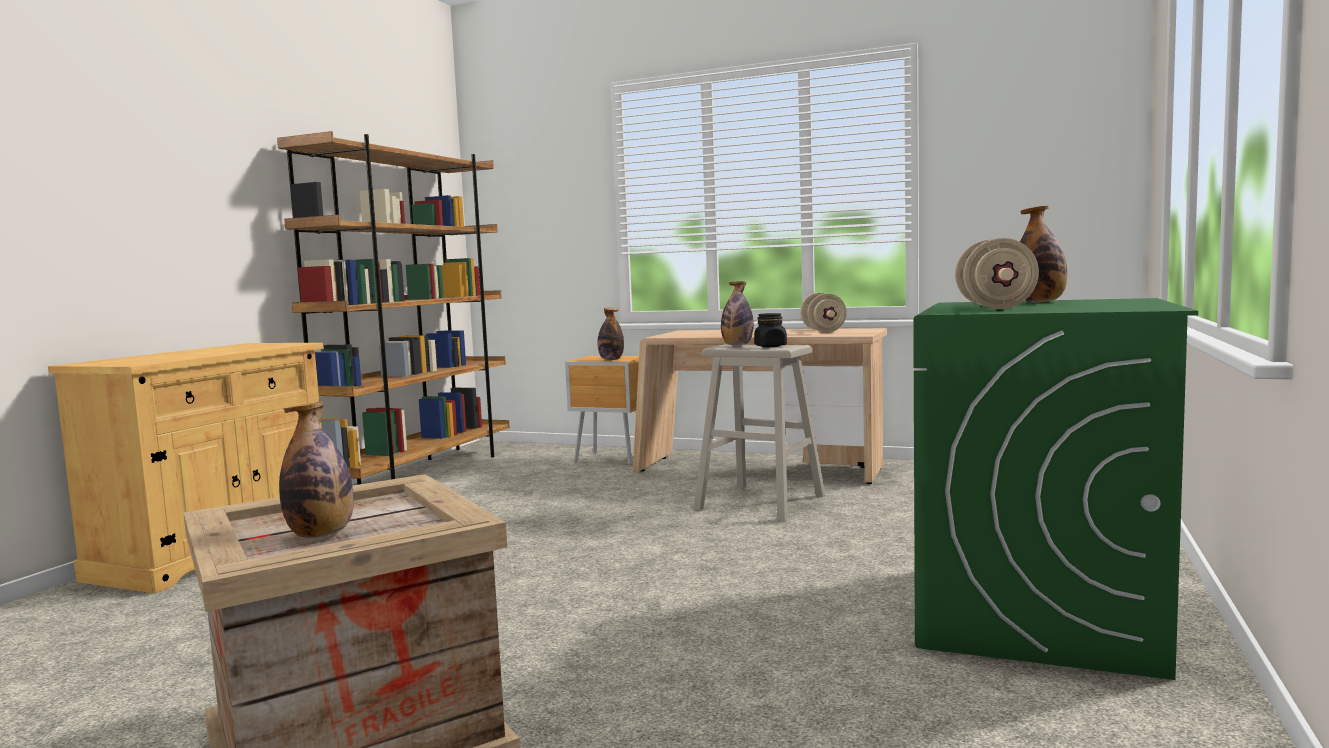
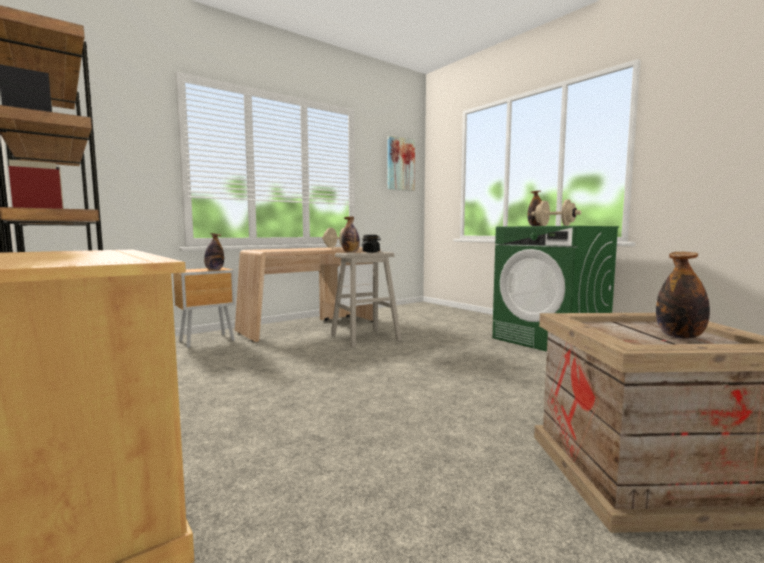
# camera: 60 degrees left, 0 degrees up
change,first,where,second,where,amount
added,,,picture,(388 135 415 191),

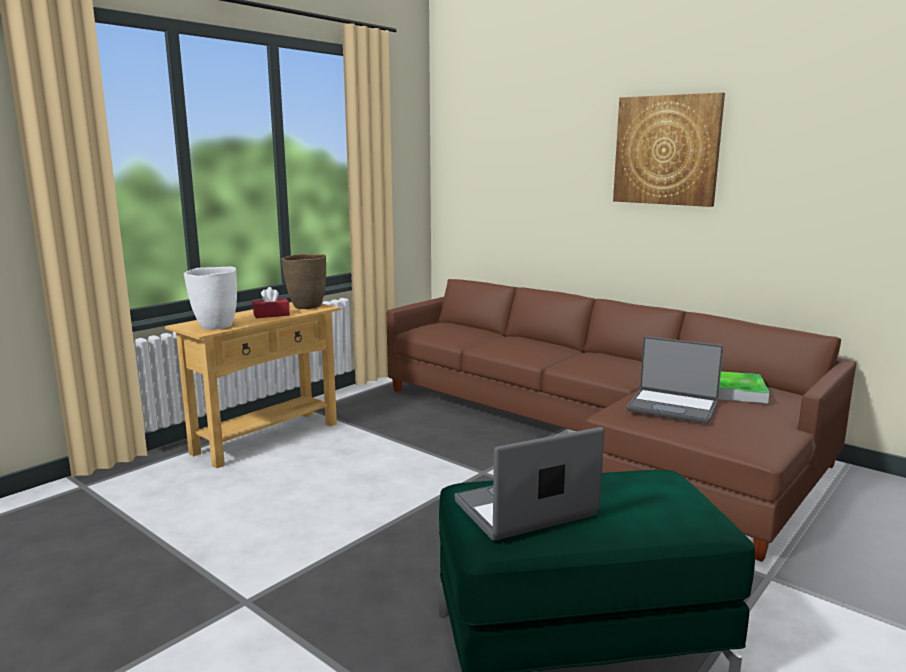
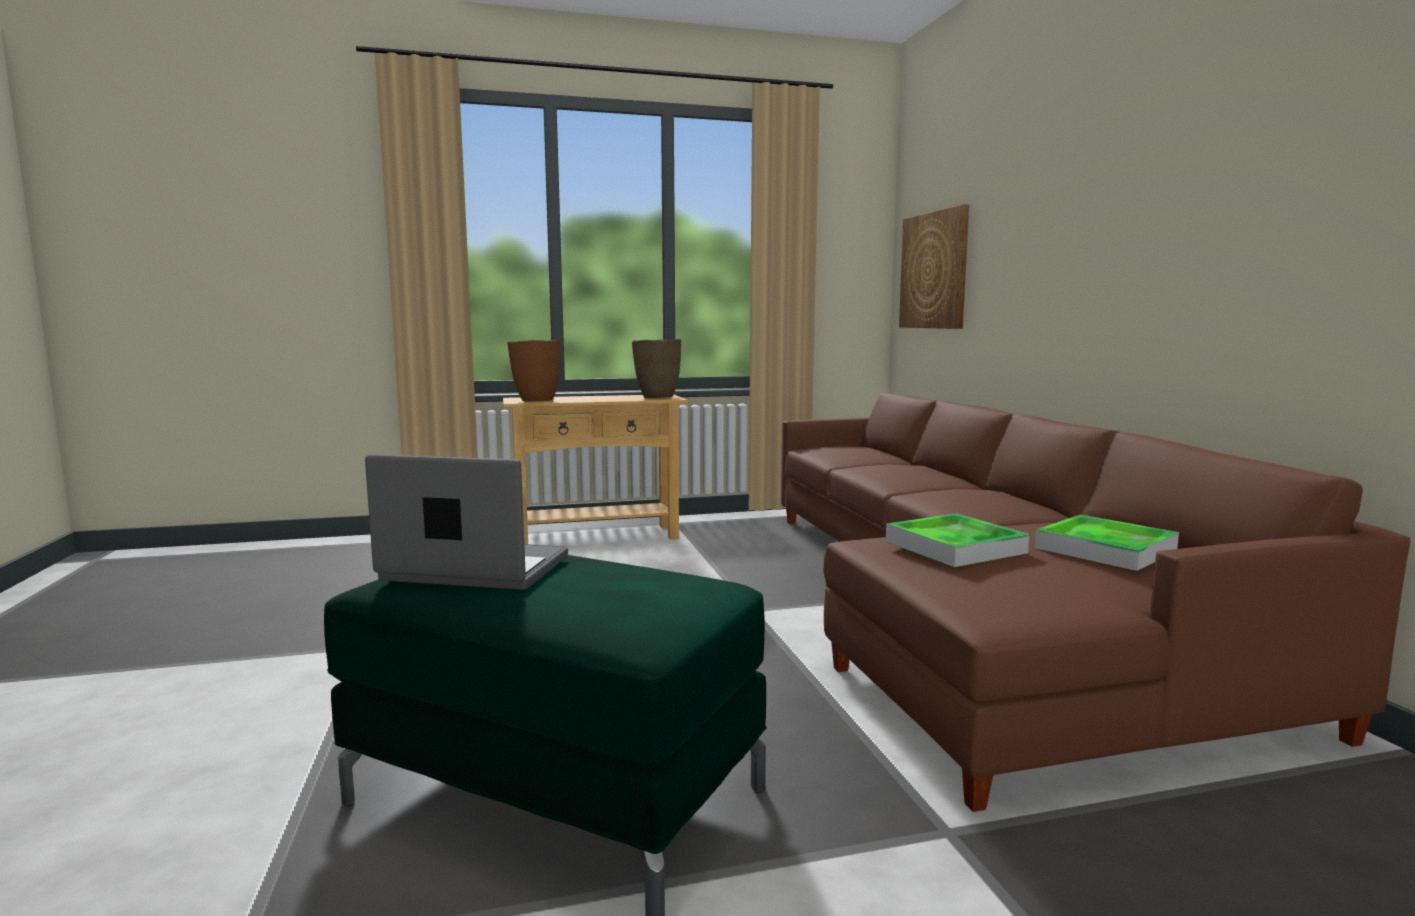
# camera: 35 degrees right, 5 degrees down
change,first,where,second,where,amount
moved,picture,(613 92 725 207),,(899 204 969 329),
recoloured,white vase,(184 267 237 330),brown-coloured vase,(507 339 560 402),
removed,reddish tissue holder,(253 287 290 318),,,
replaced,portable computer,(627 336 723 424),tray,(886 513 1029 567),

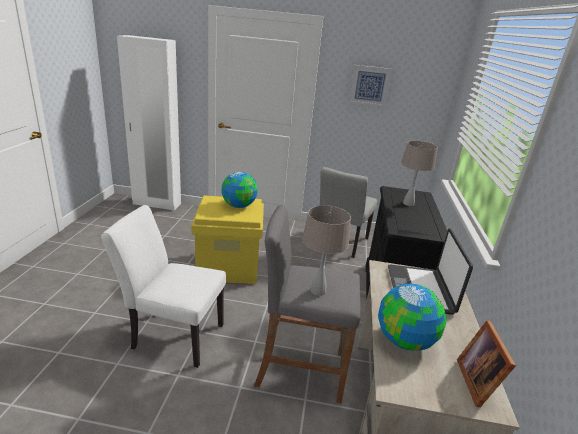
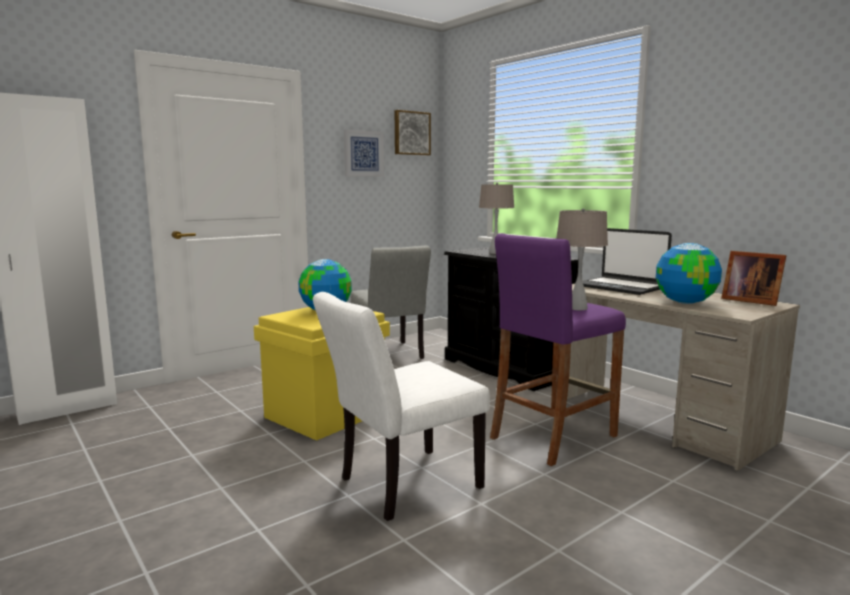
# camera: 45 degrees left, 15 degrees down
change,first,where,second,where,amount
recoloured,greyish stool seat,(254 205 361 403),purple-coloured stool seat,(490 233 626 466),
added,,,picture,(395 110 431 155),

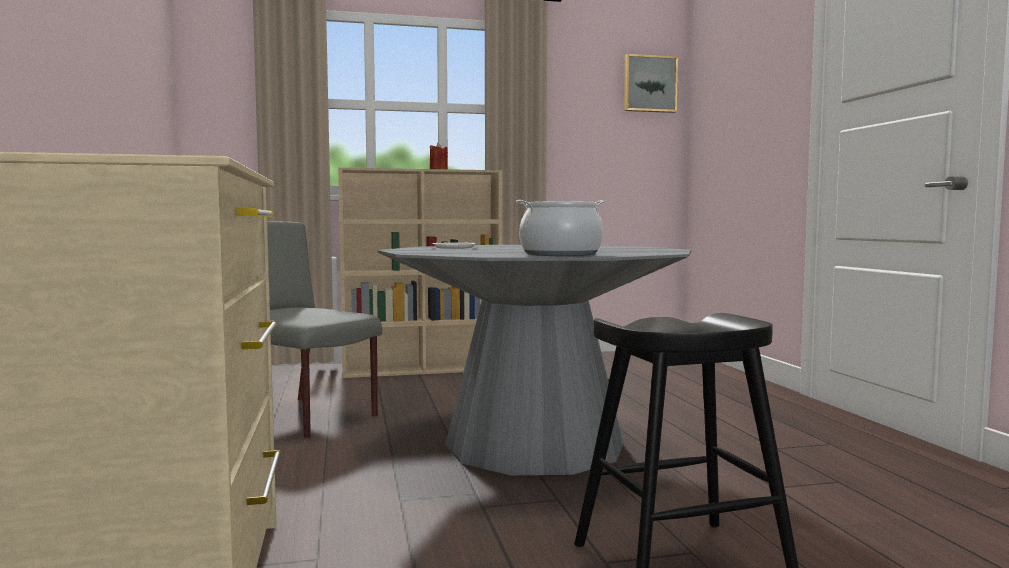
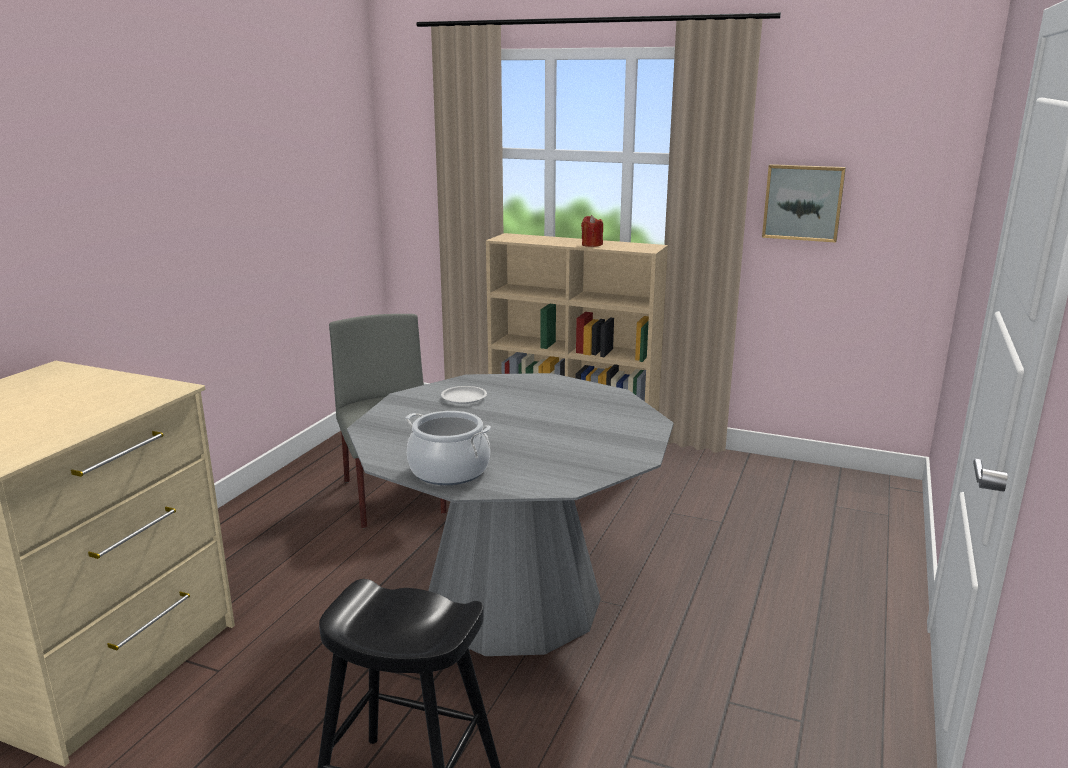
# camera: 35 degrees right, 15 degrees up
change,first,where,second,where,amount
moved,picture,(624 54 678 113),,(762 164 846 243),

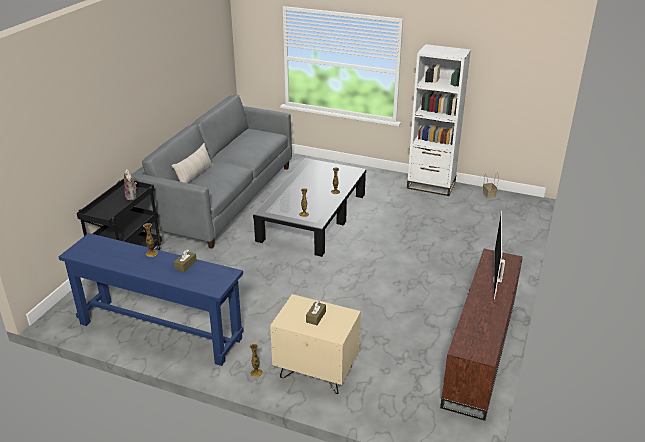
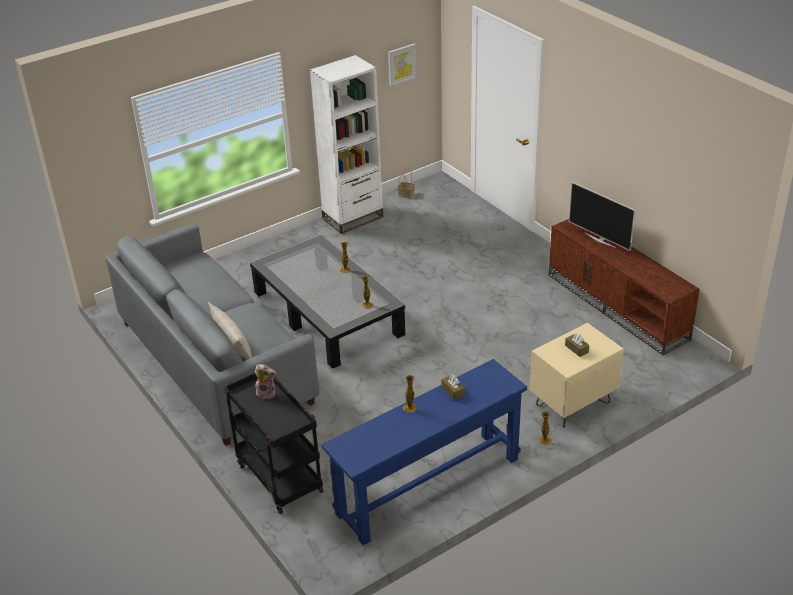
# camera: 55 degrees left, 5 degrees up
change,first,where,second,where,amount
added,,,picture,(388 43 417 87),

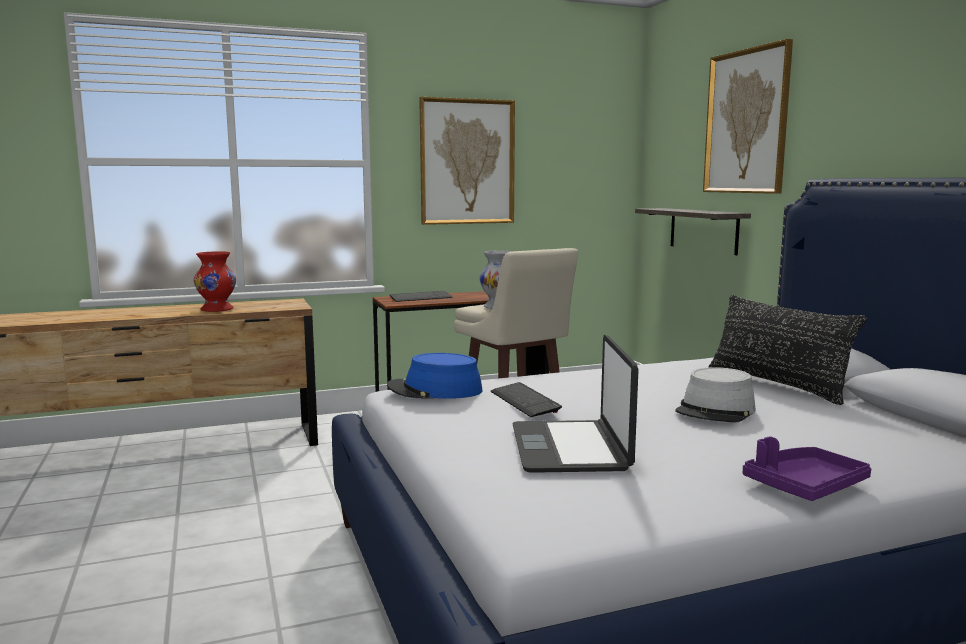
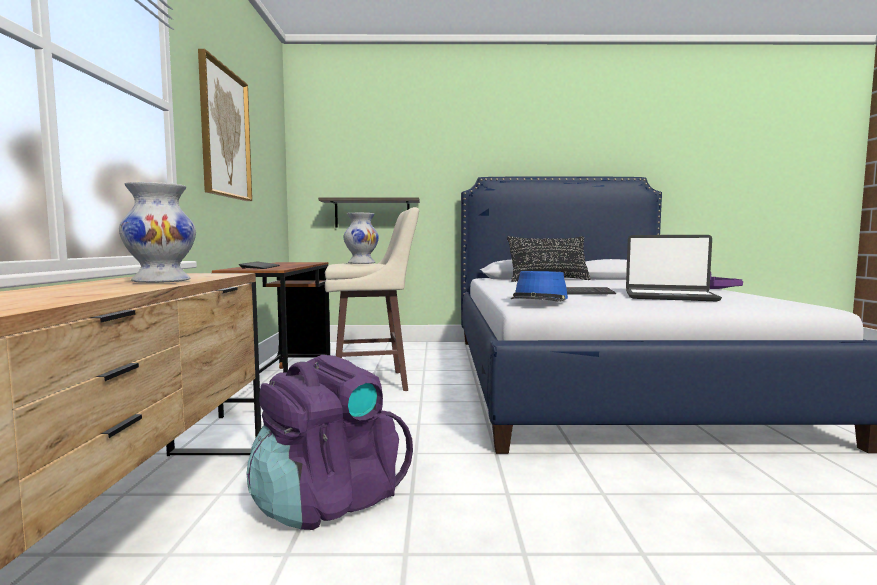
# camera: 70 degrees left, 5 degrees down
change,first,where,second,where,amount
removed,picture,(703 39 793 194),,,
recoloured,reddish vase,(194 251 236 312),white vase,(119 182 196 283),
removed,greyish clothing hat,(675 367 756 422),,,
added,,,purple-coloured knapsack,(247 355 413 530),

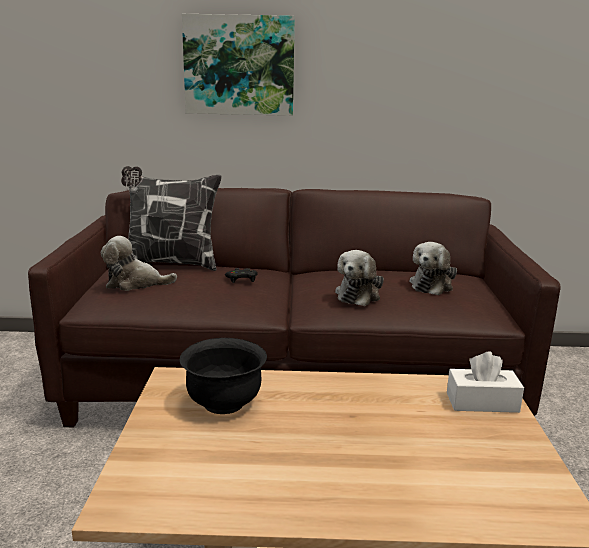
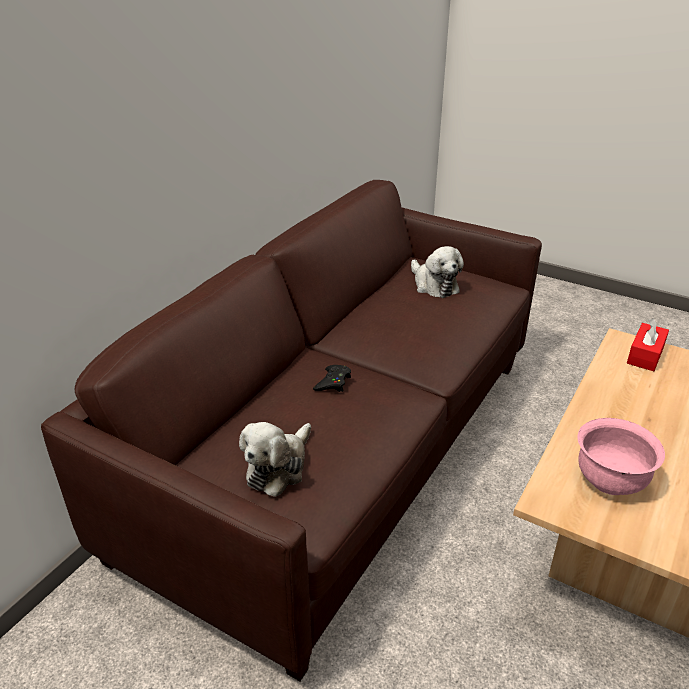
# camera: 60 degrees left, 15 degrees up
change,first,where,second,where,amount
removed,picture,(182 14 295 116),,,
removed,throw pillow,(121 166 222 271),,,
removed,plush toy,(335 250 384 306),,,
recoloured,black-coloured deep dish,(180 338 267 414),pink deep dish,(578 418 665 495),
recoloured,white tissue holder,(447 351 524 413),reddish tissue holder,(627 318 669 371),

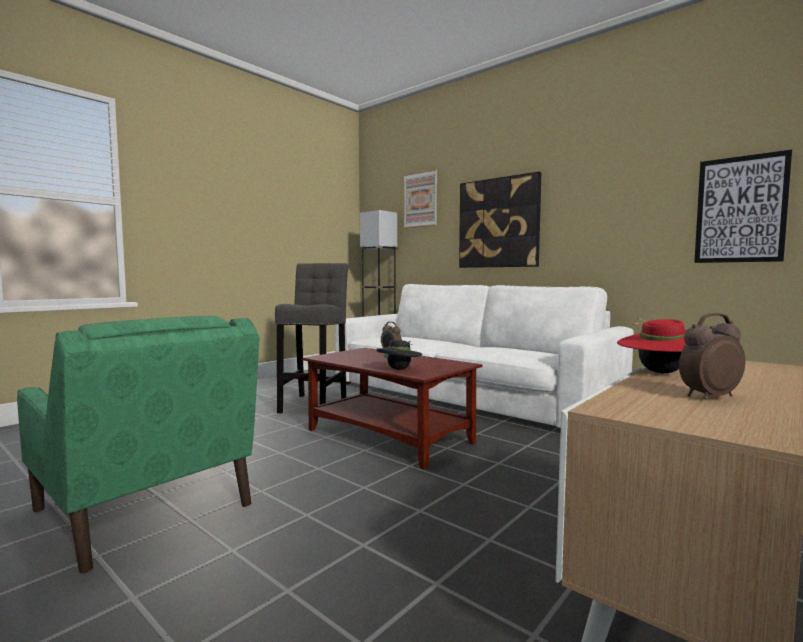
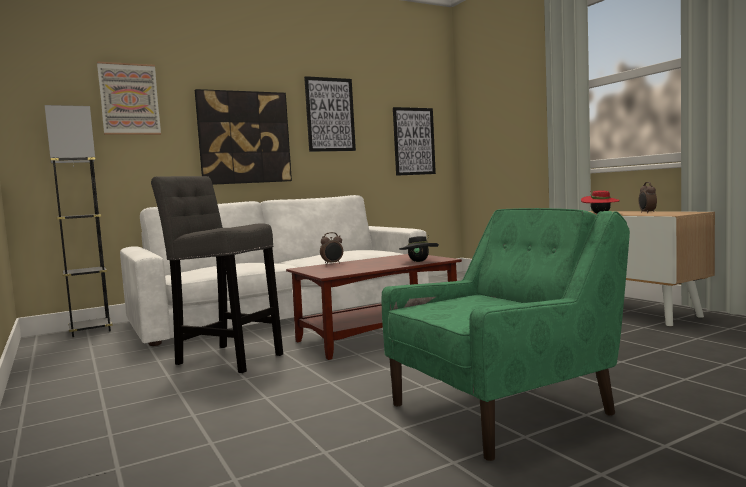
# camera: 70 degrees left, 0 degrees up
change,first,where,second,where,amount
added,,,picture,(304 76 356 152),

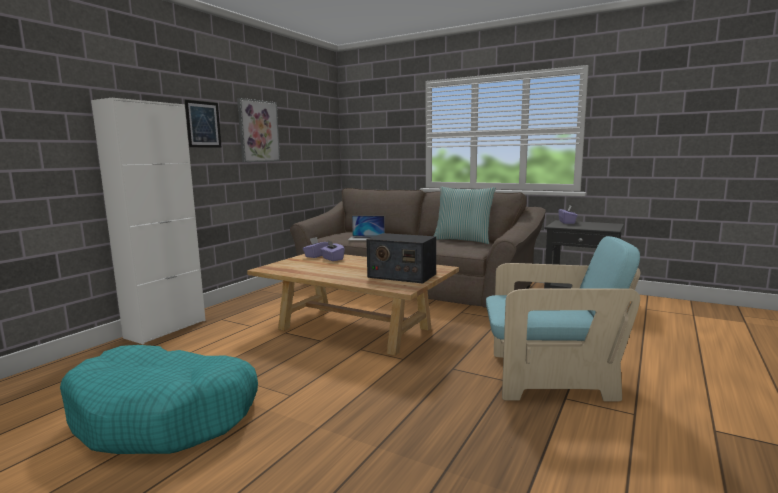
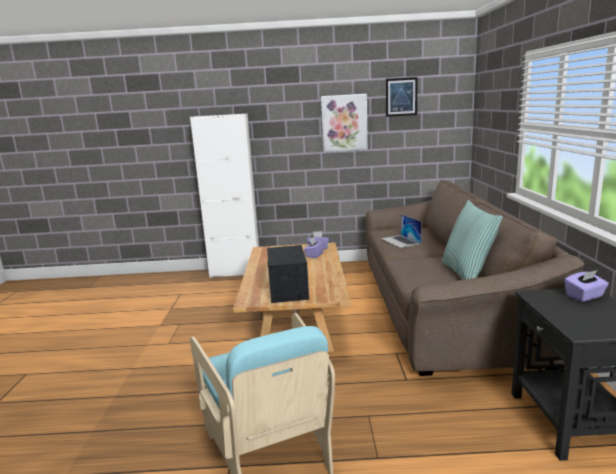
# camera: 60 degrees right, 5 degrees up
change,first,where,second,where,amount
moved,picture,(185 100 221 147),,(386 77 418 117),
removed,blue-green dog bed,(60 345 258 454),,,

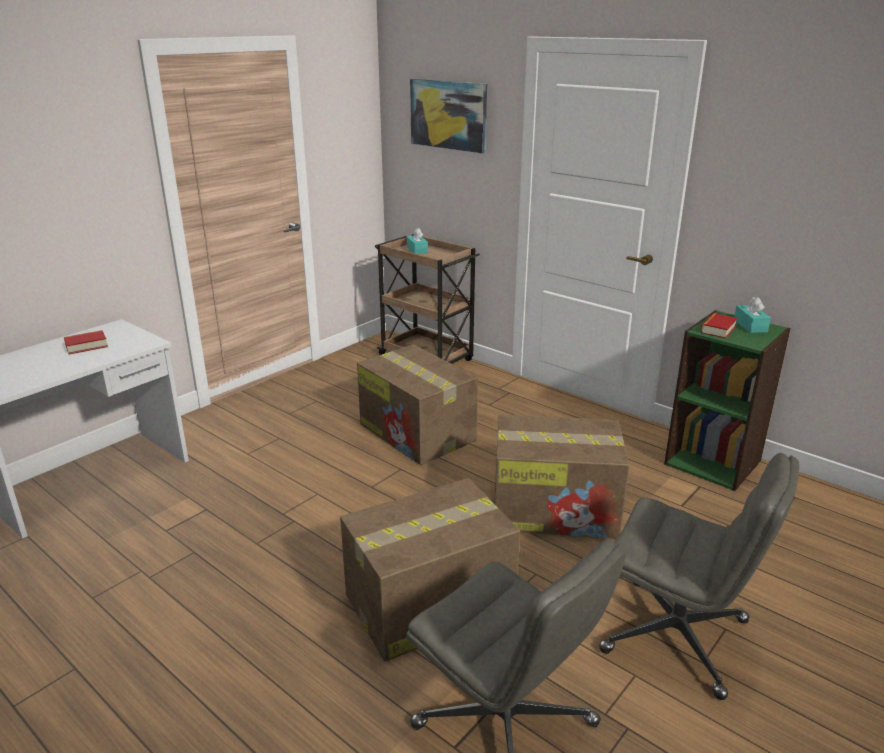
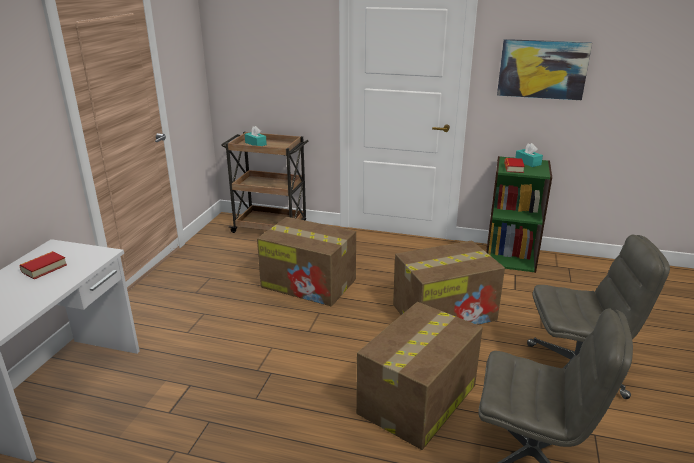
# camera: 25 degrees left, 0 degrees up
change,first,where,second,where,amount
moved,picture,(410 79 487 153),,(497 39 592 100),

